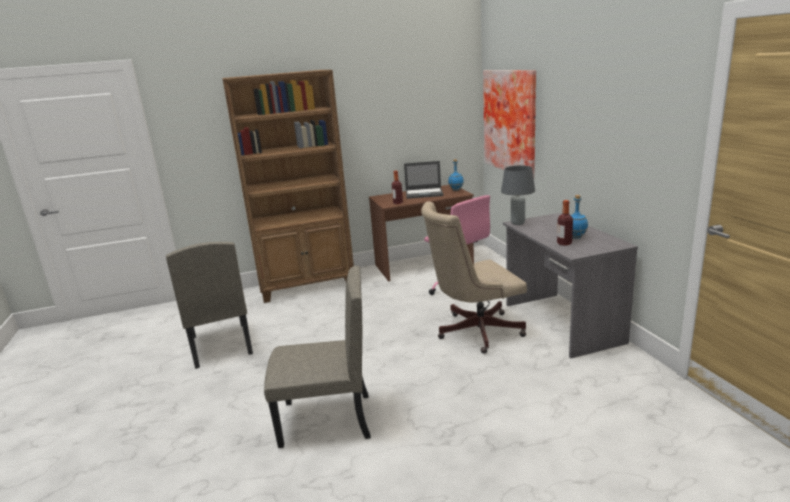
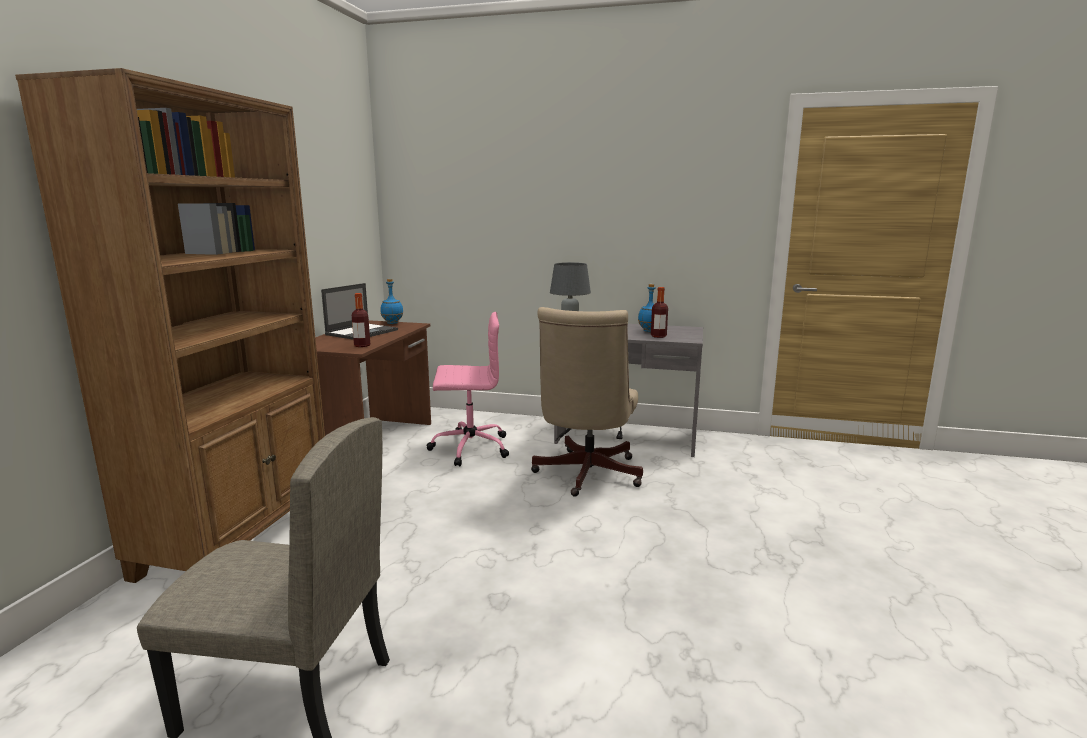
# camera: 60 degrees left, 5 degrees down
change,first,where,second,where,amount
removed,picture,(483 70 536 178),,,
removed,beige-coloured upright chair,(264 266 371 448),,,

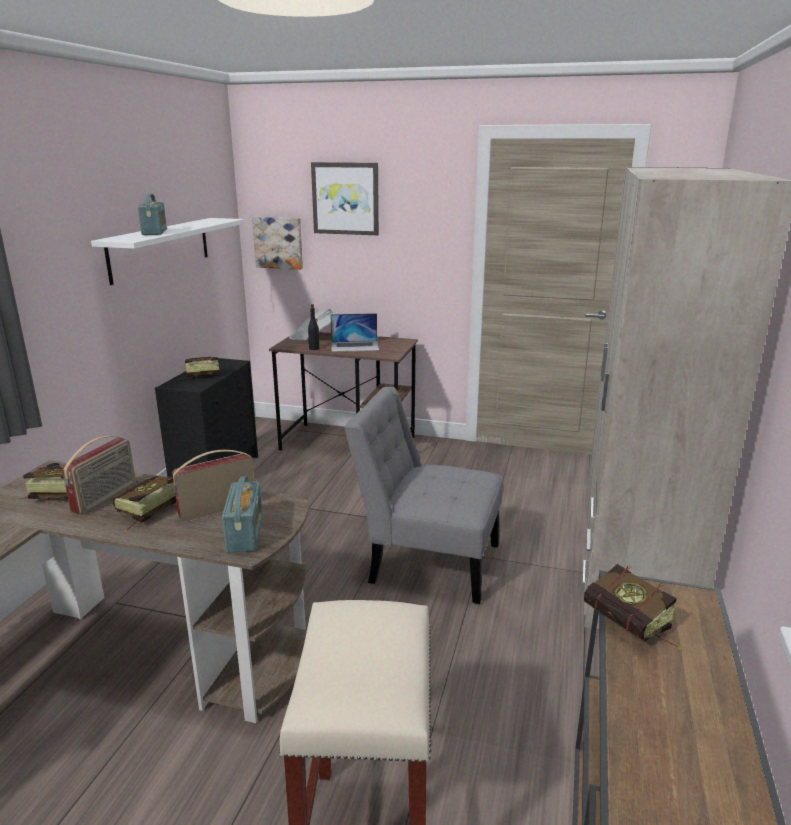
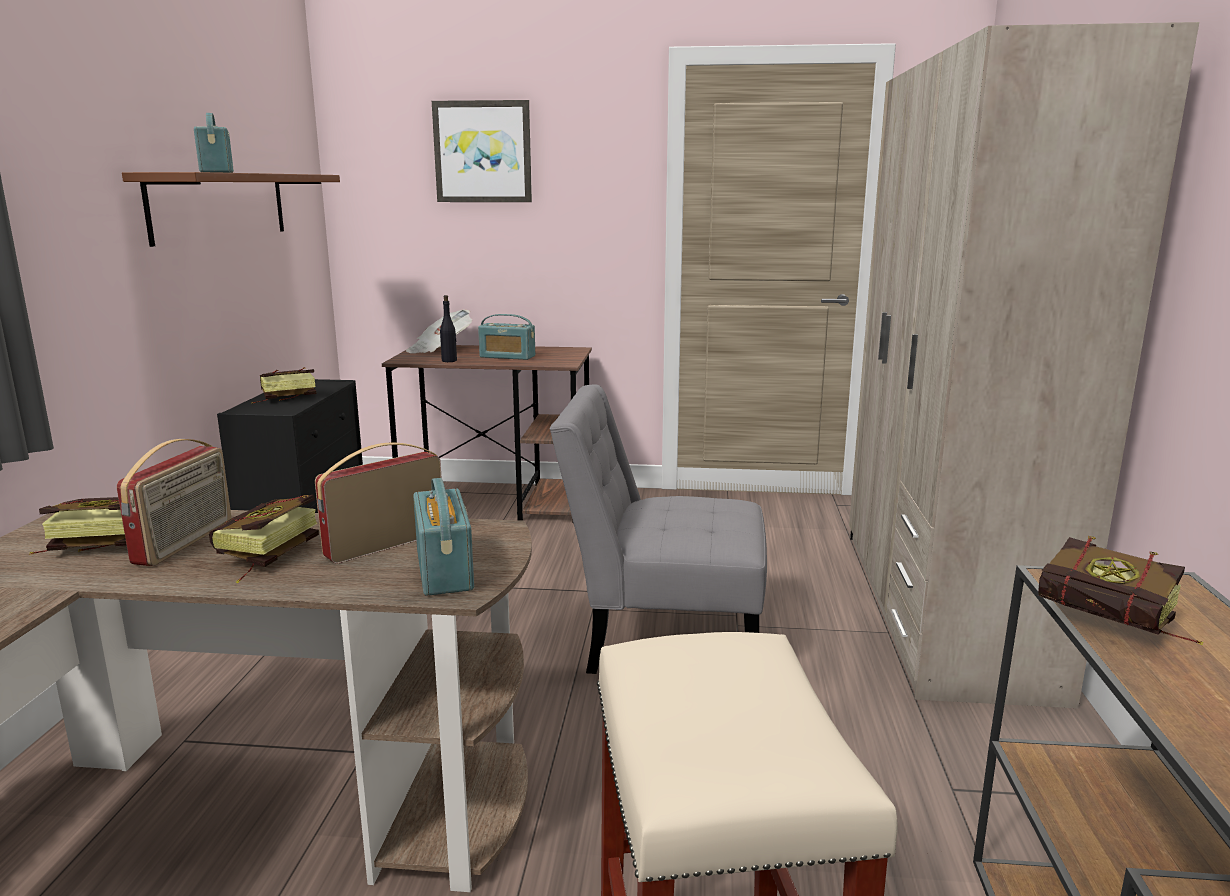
# camera: 10 degrees left, 5 degrees down
change,first,where,second,where,amount
removed,picture,(252 217 303 270),,,
recoloured,white shelf,(91 218 245 285),brown-coloured shelf,(122 172 340 247),
replaced,portable computer,(330 313 379 352),radio,(478 314 535 360),

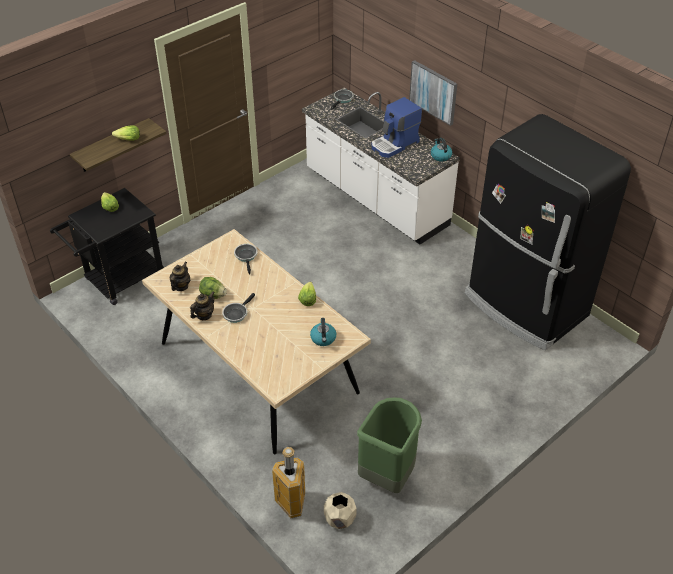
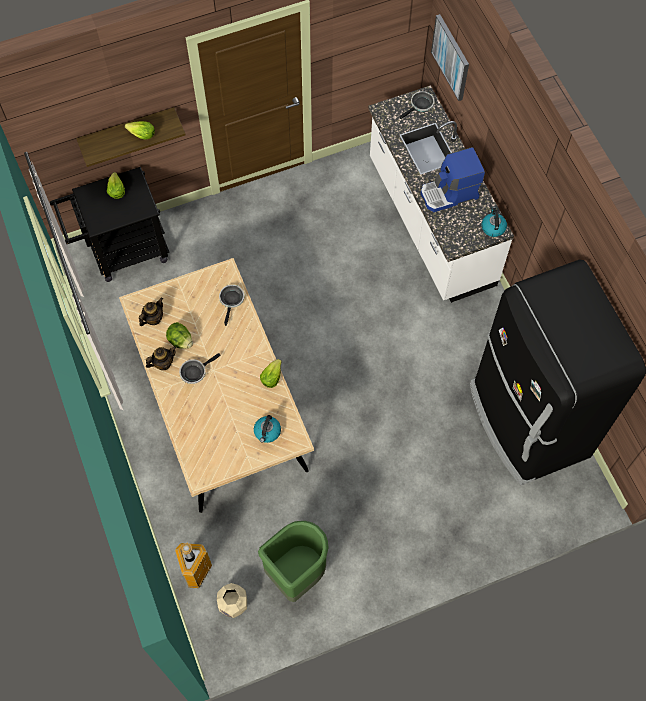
# camera: 20 degrees right, 20 degrees up
change,first,where,second,where,amount
moved,picture,(409 60 457 126),,(431 14 469 101),

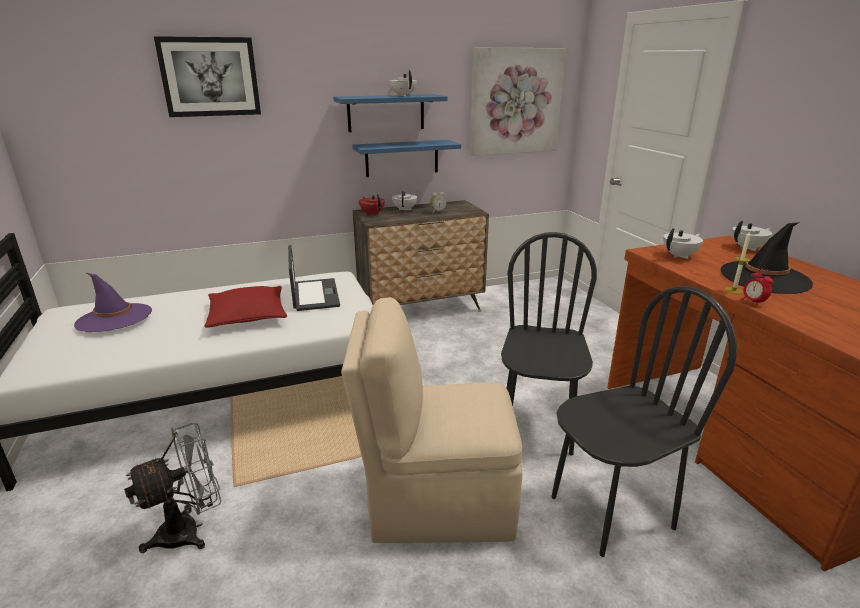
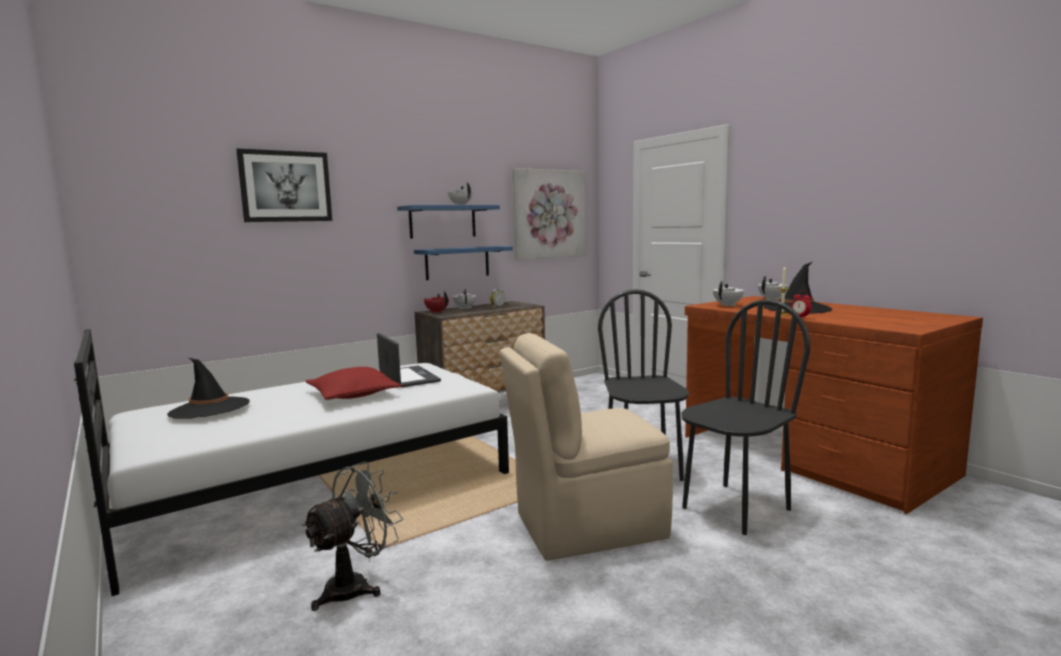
# camera: 15 degrees left, 15 degrees down
change,first,where,second,where,amount
recoloured,purple-coloured clothing hat,(74 273 152 332),black-coloured clothing hat,(167 358 250 419),

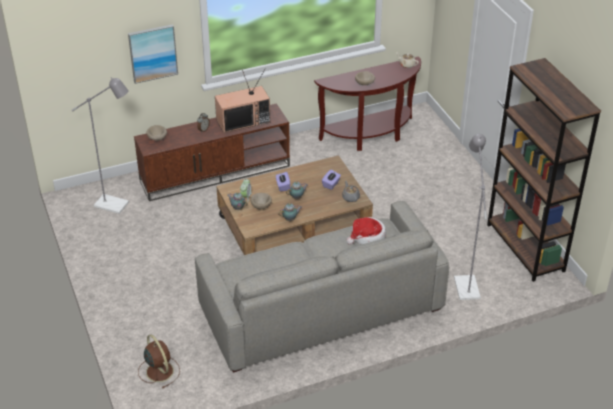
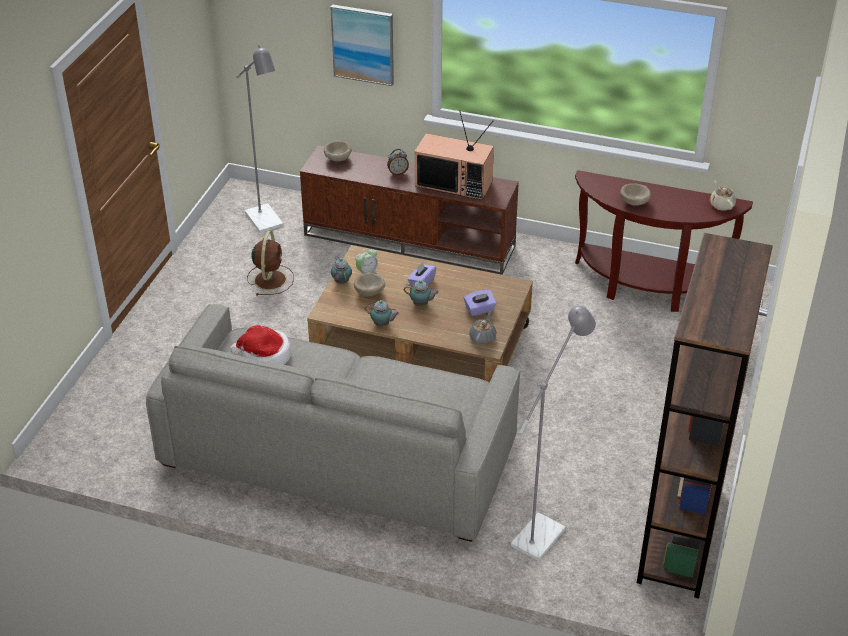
# camera: 40 degrees right, 0 degrees up
change,first,where,second,where,amount
moved,clothing hat,(346 217 386 245),,(230 325 292 365),
moved,brown-coloured electric fan,(138 334 180 388),,(247 231 294 295),

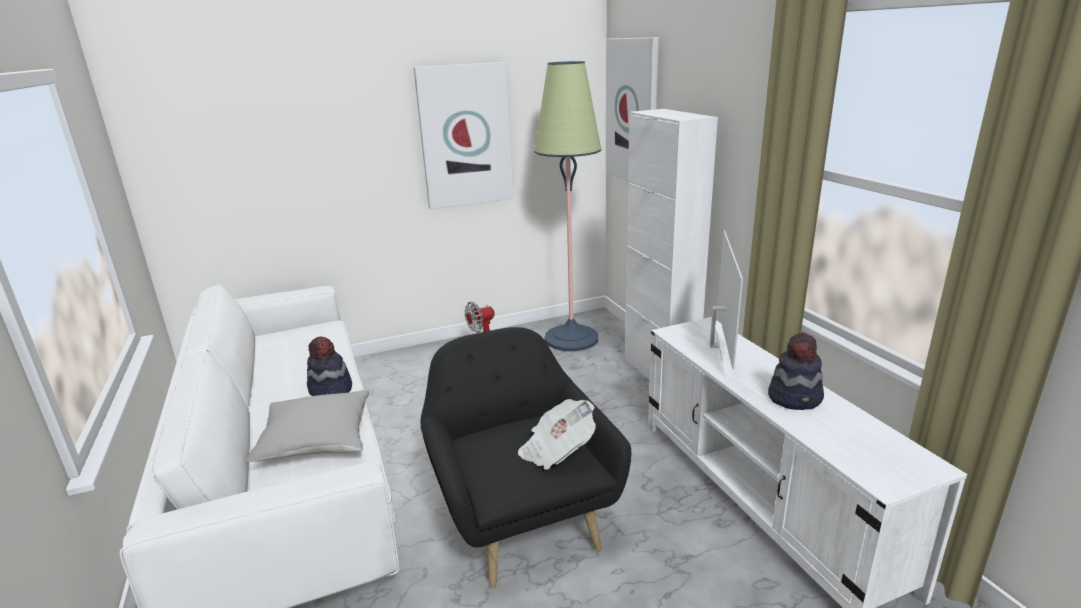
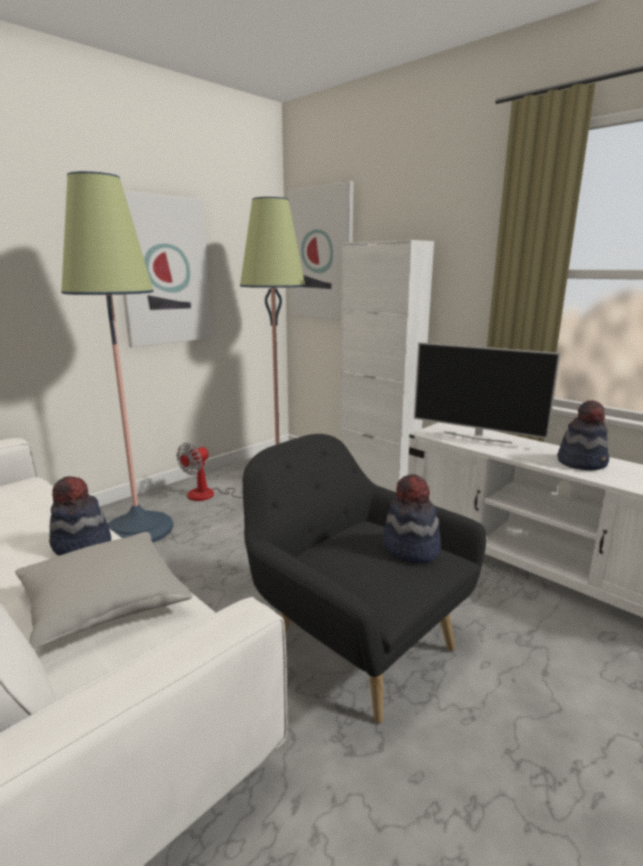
# camera: 25 degrees left, 5 degrees down
change,first,where,second,where,amount
turned,TV set,(710 230 743 370),,(414 342 561 443),135 degrees clockwise
replaced,newspaper,(518 399 596 470),clothing hat,(383 474 441 563),
added,,,standard lamp,(61 171 173 543),

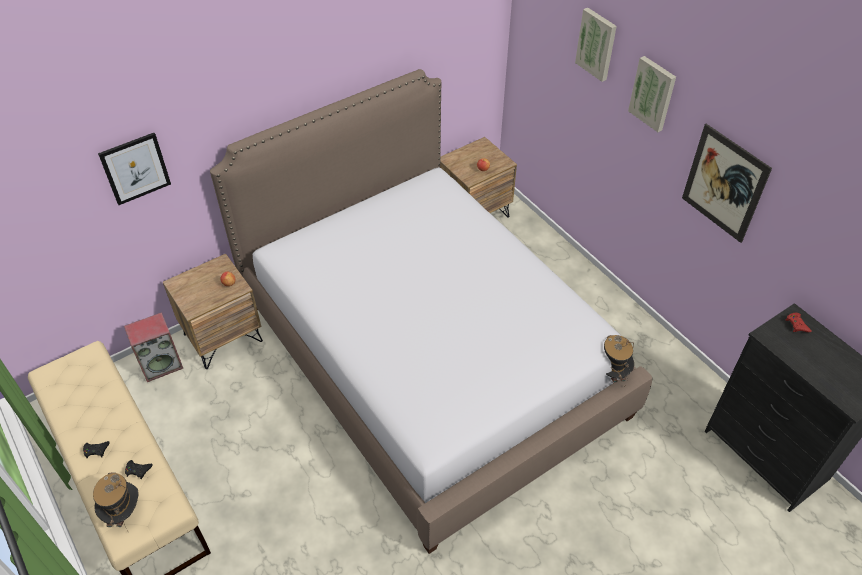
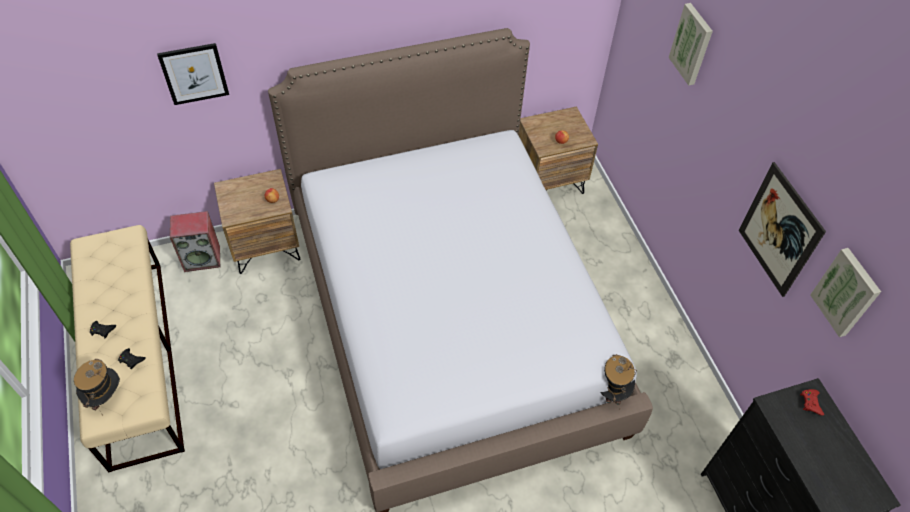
# camera: 15 degrees right, 5 degrees up
change,first,where,second,where,amount
moved,picture,(628 56 676 132),,(810 248 881 337),

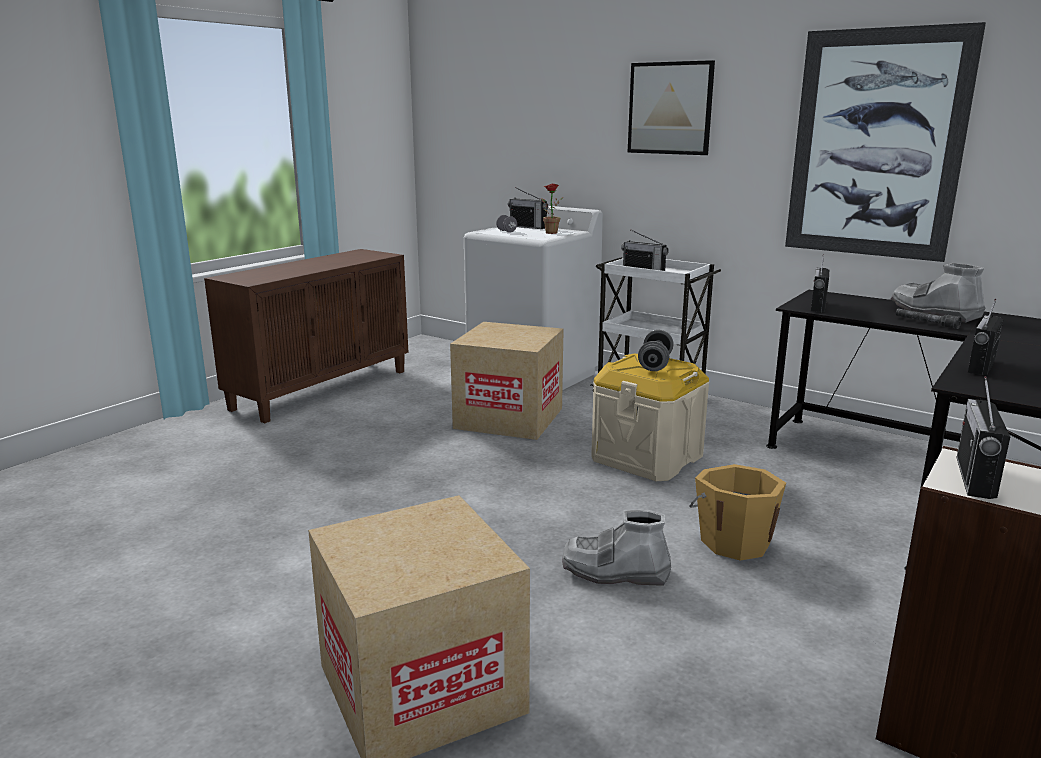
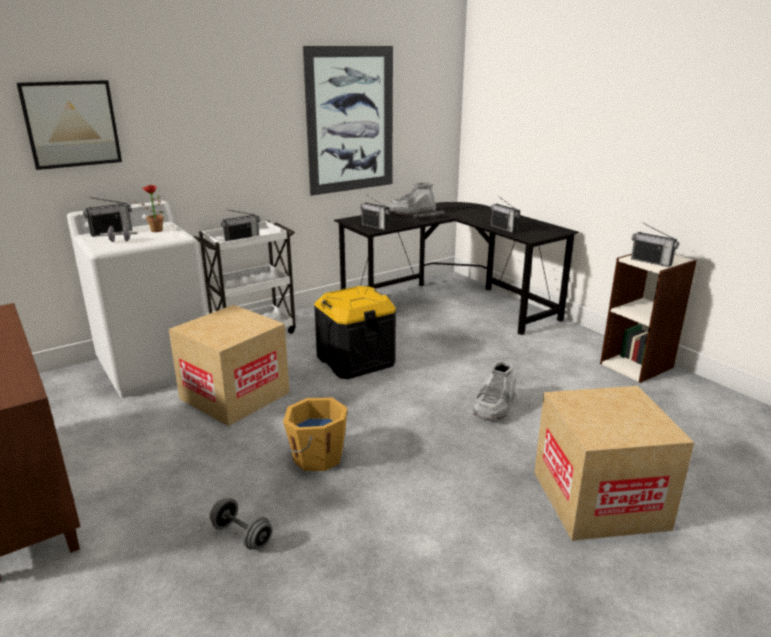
# camera: 70 degrees left, 5 degrees up
change,first,where,second,where,amount
moved,picture,(628 60 715 155),,(17 80 122 170),
moved,greyish hand weight,(638 330 674 371),,(210 498 272 550),
recoloured,beige-coloured storage bin,(591 354 709 481),black-coloured storage bin,(314 286 396 379),
moved,orange water bucket,(689 464 786 560),,(283 397 347 471),

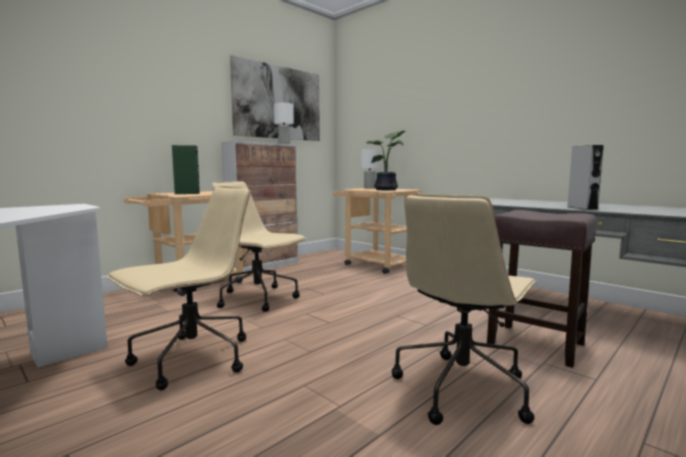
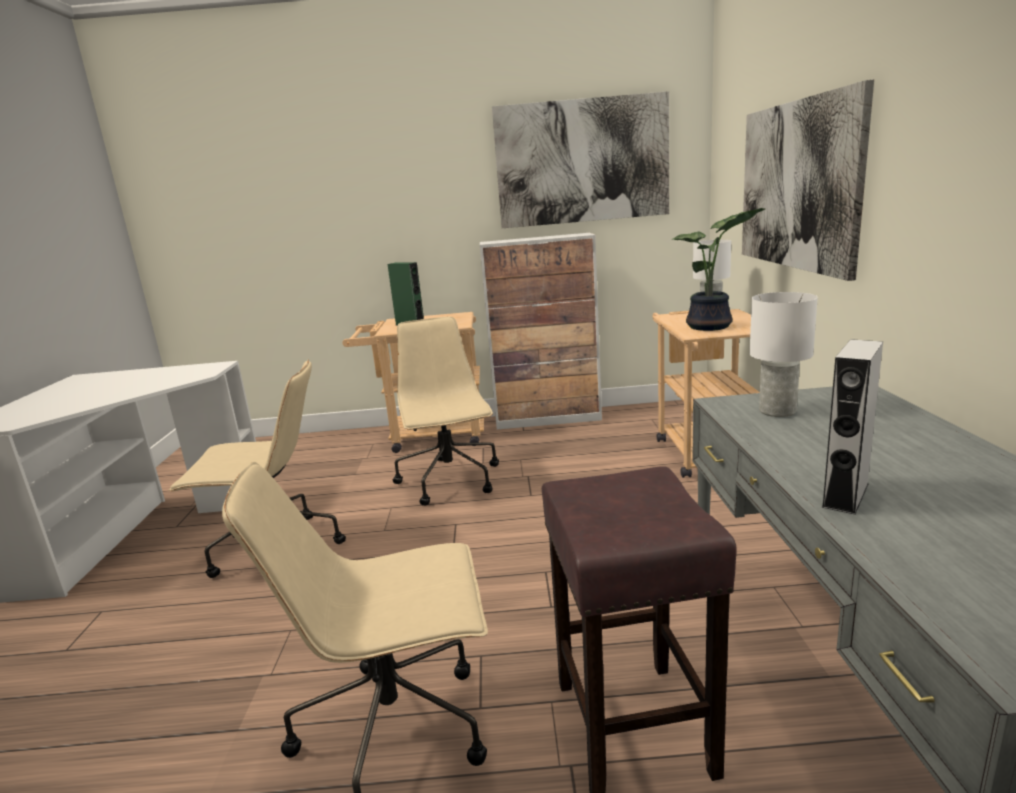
# camera: 45 degrees right, 10 degrees up
change,first,where,second,where,amount
moved,white table lamp,(274 103 294 144),,(750 292 818 417),
added,,,picture,(742 79 874 281),

